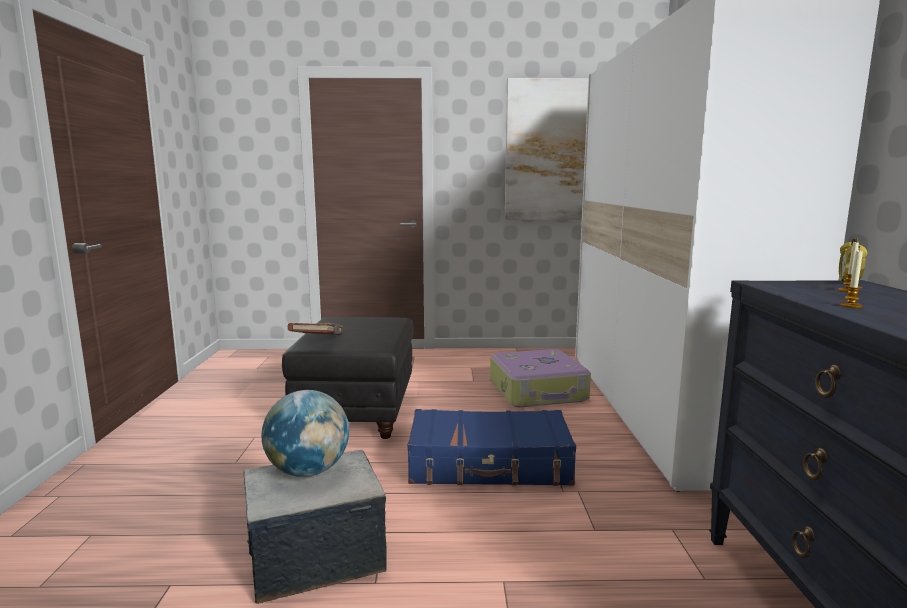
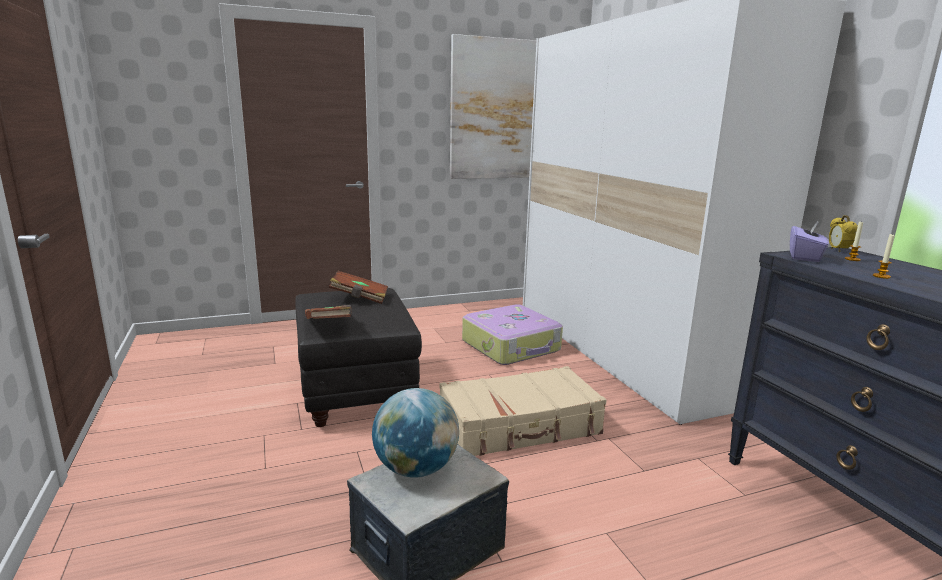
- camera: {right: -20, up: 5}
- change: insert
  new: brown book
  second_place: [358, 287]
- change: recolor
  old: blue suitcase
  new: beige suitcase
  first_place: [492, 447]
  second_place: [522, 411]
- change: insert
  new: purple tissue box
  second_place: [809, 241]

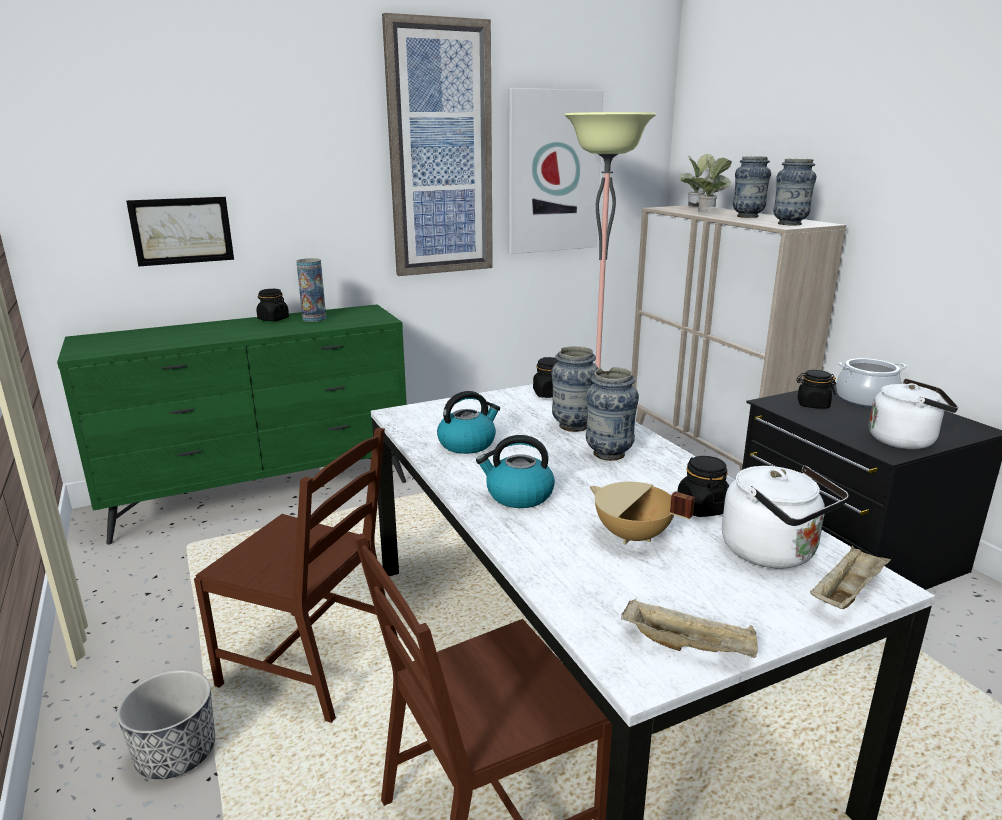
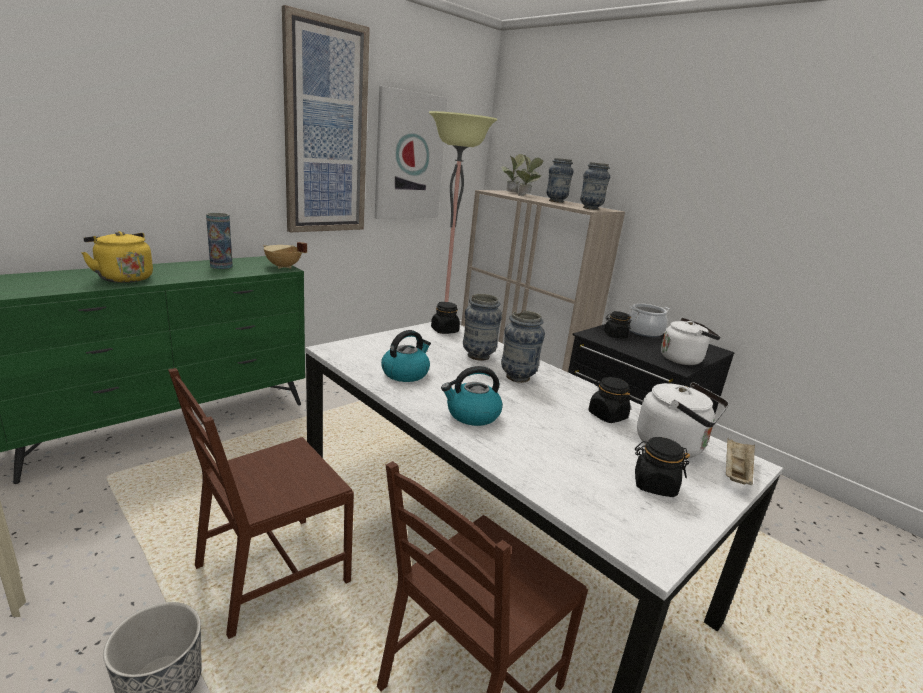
- camera: {right: -20, up: 0}
- change: insert
  new: yellow kettle
  second_place: [117, 257]
- change: rotate
  old: brown chair
  first_place: [290, 575]
  second_place: [261, 503]
  degrees: 135
- change: move
  old: beige cooking pot
  first_place: [642, 513]
  second_place: [285, 255]
- change: move
  old: black jar
  first_place: [272, 305]
  second_place: [662, 467]
- change: delete
  old: picture
  first_place: [180, 231]
- change: delete
  old: beige tray
  first_place: [689, 628]

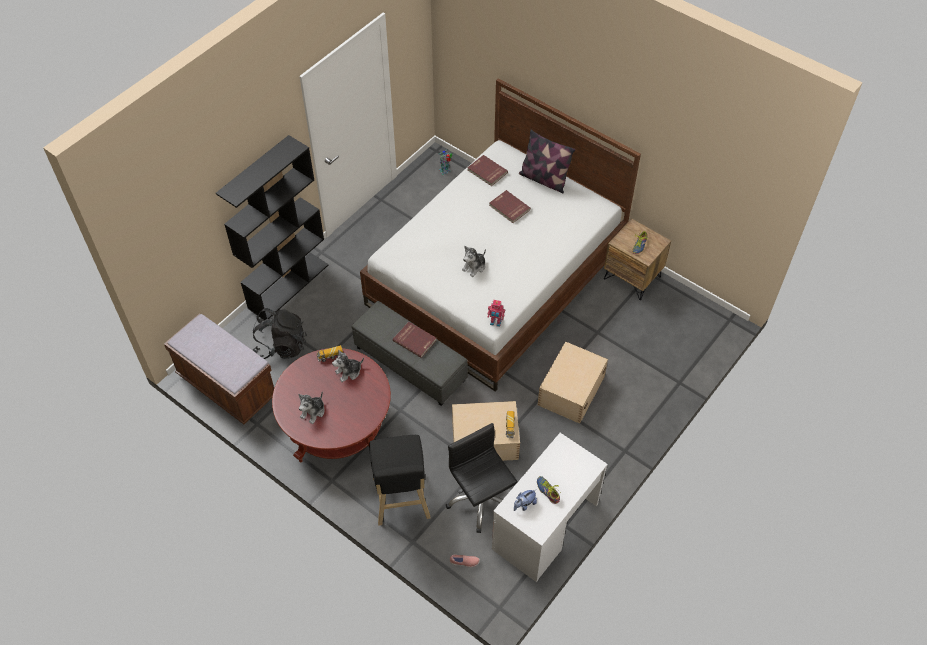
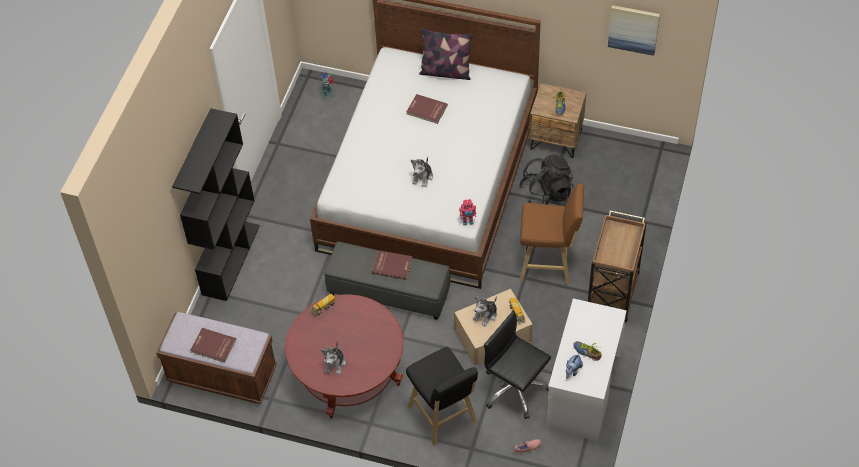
- camera: {right: -20, up: 0}
- change: move
  old: red book
  first_place: [487, 170]
  second_place: [213, 345]
- change: move
  old: plush toy
  first_place: [348, 365]
  second_place: [485, 311]
- change: move
  old: black backpack
  first_place: [280, 333]
  second_place: [546, 179]
- change: replace
  old: beige storage box
  new: brown stool
  first_place: [573, 382]
  second_place: [552, 234]
- change: insert
  new: brown cart
  second_place: [617, 266]
- change: insert
  new: picture
  second_place: [634, 30]

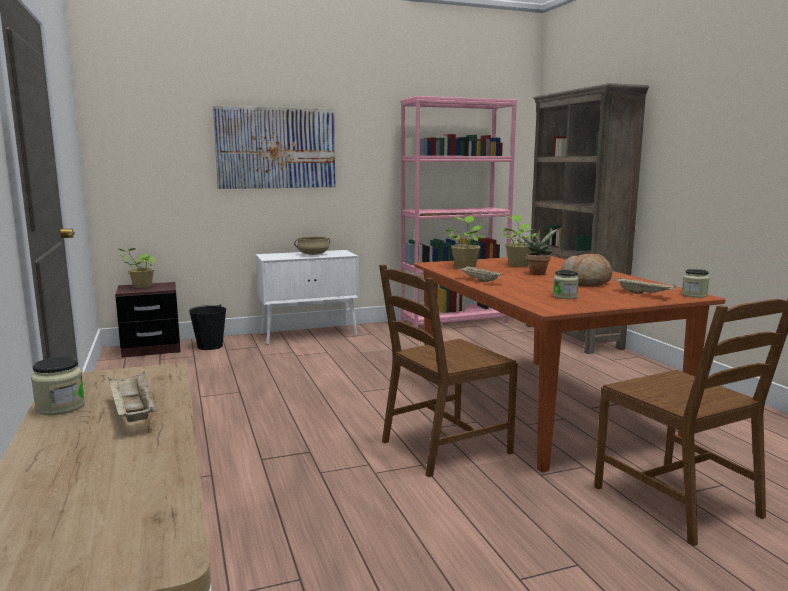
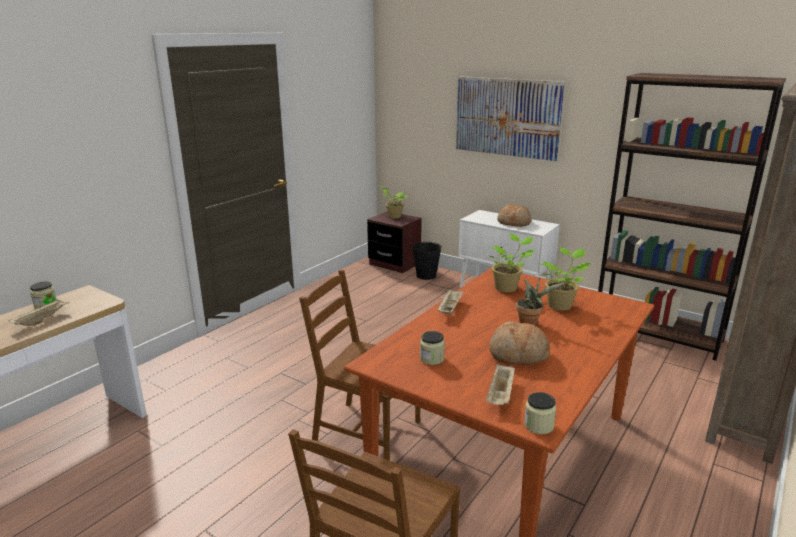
- camera: {right: 55, up: 10}
- change: replace
  old: beige cooking pot
  new: bread
  first_place: [312, 245]
  second_place: [514, 215]
- change: recolor
  old: pink bookcase
  new: brown bookcase
  first_place: [458, 212]
  second_place: [692, 217]

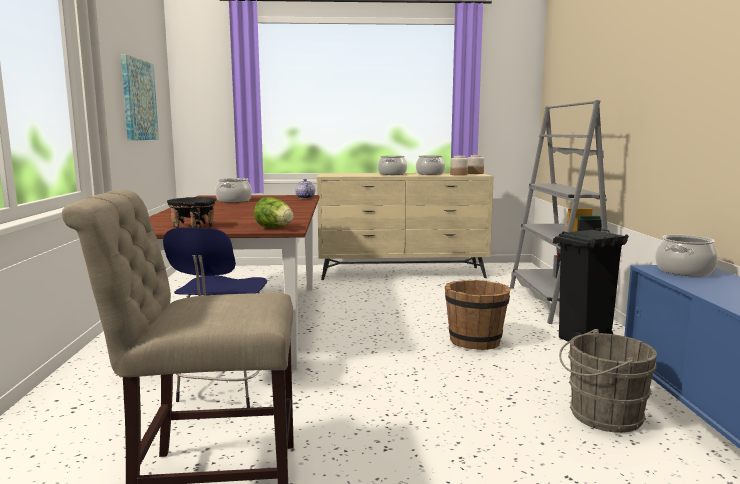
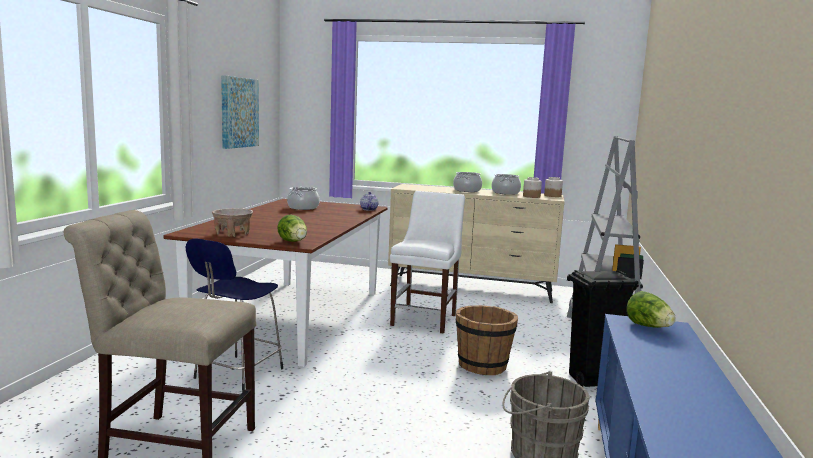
- camera: {right: 15, up: 0}
- change: recolor
  old: black bowl
  new: beige bowl
  first_place: [191, 212]
  second_place: [232, 222]
- change: insert
  new: white chair
  second_place: [427, 262]
- change: replace
  old: cooking pot
  new: lettuce
  first_place: [686, 255]
  second_place: [651, 309]

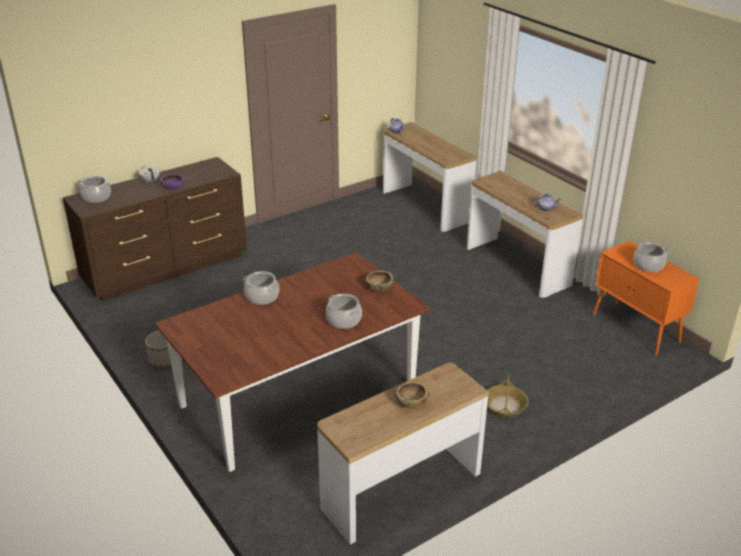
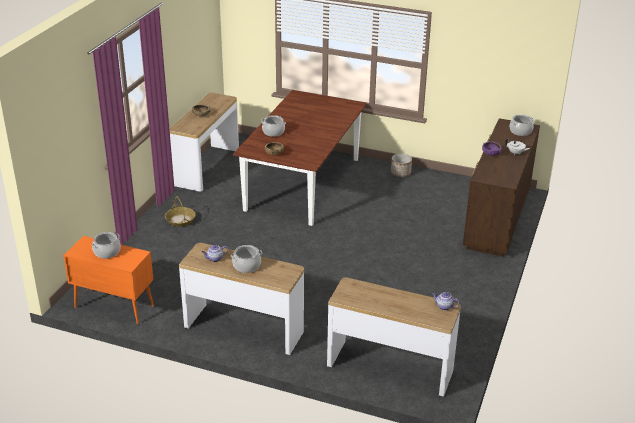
- camera: {right: 145, up: 0}
- change: move
  old: cooking pot
  first_place: [261, 288]
  second_place: [247, 259]

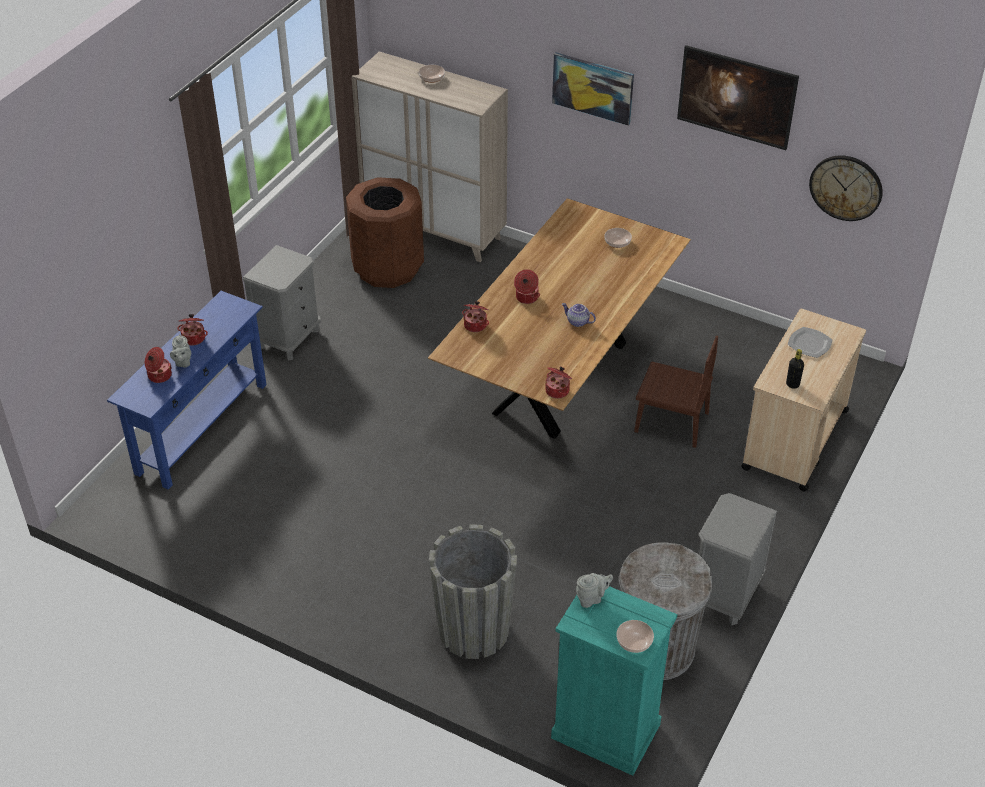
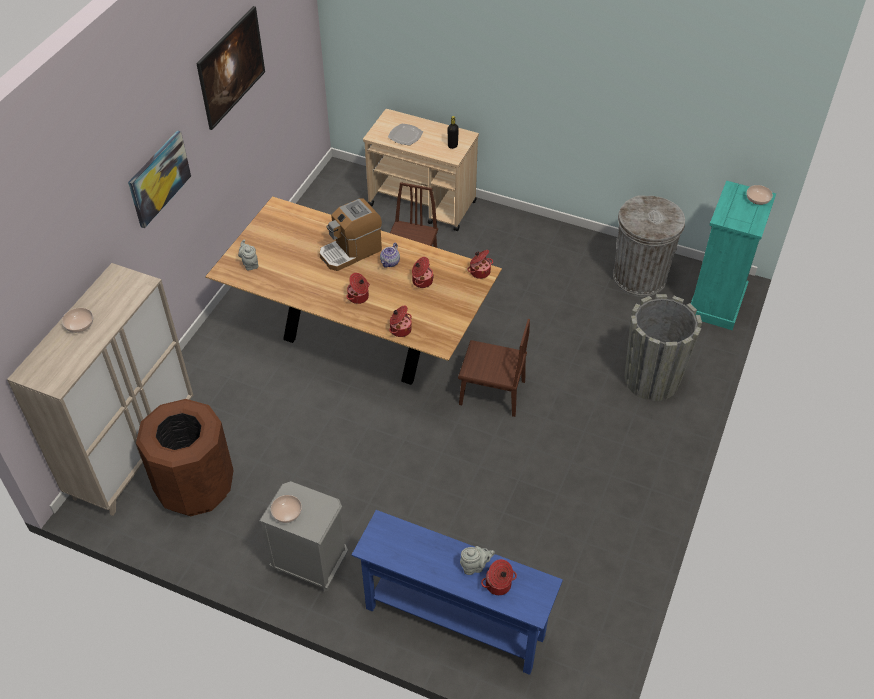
- camera: {right: -95, up: 5}
- change: move
  old: grey teapot
  first_place: [594, 590]
  second_place: [248, 255]
- change: move
  old: bowl
  first_place: [618, 238]
  second_place: [286, 509]
- change: insert
  new: coffee machine
  second_place: [350, 234]
- change: move
  old: cooking pot
  first_place: [192, 330]
  second_place: [423, 272]
- change: insert
  new: brown chair
  second_place: [494, 368]
- change: delete
  old: grey nightstand
  first_place: [738, 559]
- change: delete
  old: wall clock
  first_place: [846, 188]

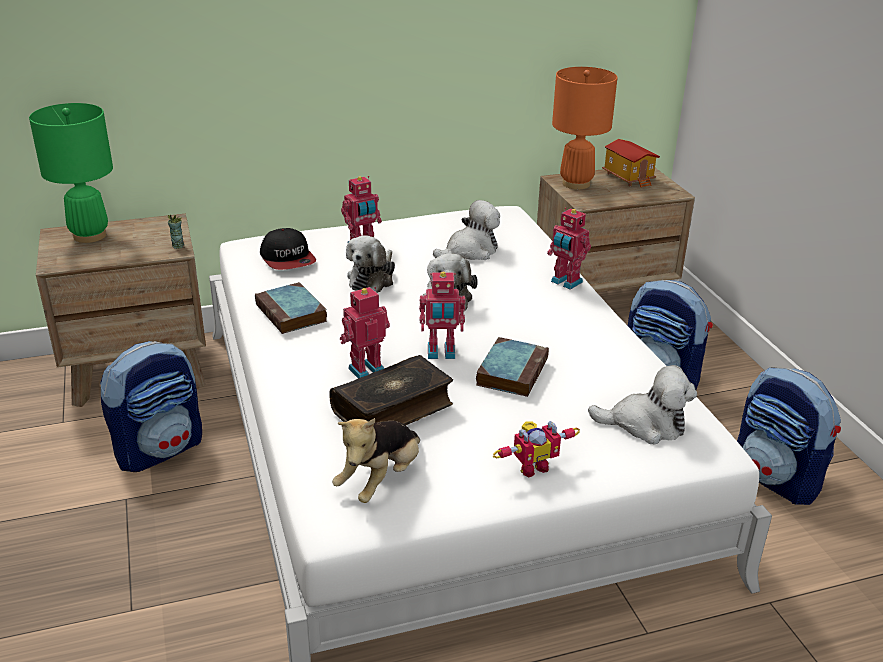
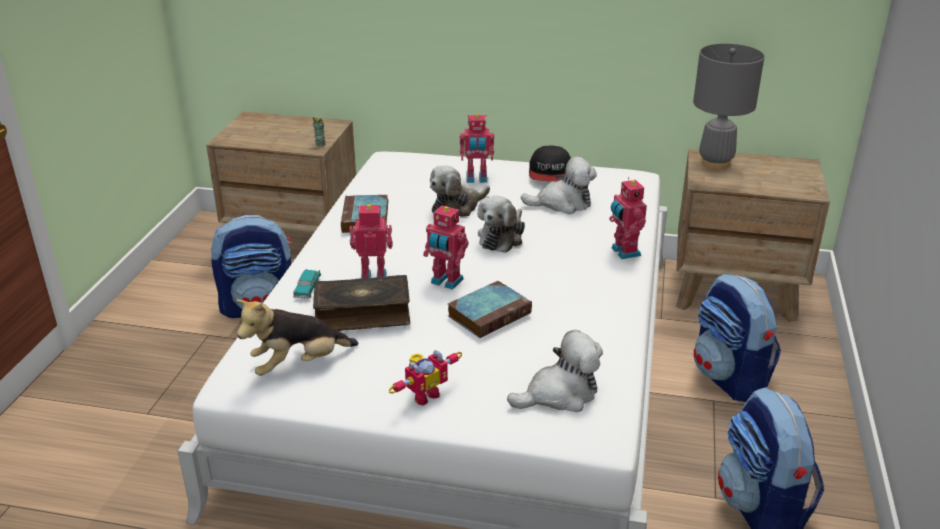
- camera: {right: 30, up: 0}
- change: insert
  new: toy car
  second_place: [307, 284]
- change: rotate
  old: toy robot
  first_place: [536, 449]
  second_place: [425, 378]
  degrees: -45
- change: rotate
  old: plush toy
  first_place: [642, 404]
  second_place: [555, 371]
  degrees: -60
- change: move
  old: cap
  first_place: [288, 249]
  second_place: [550, 163]
- change: recolor
  old: orange table lamp
  new: grey table lamp
  first_place: [585, 128]
  second_place: [729, 106]
- change: delete
  old: green table lamp
  first_place: [71, 173]
- change: delete
  old: toy house
  first_place: [631, 163]

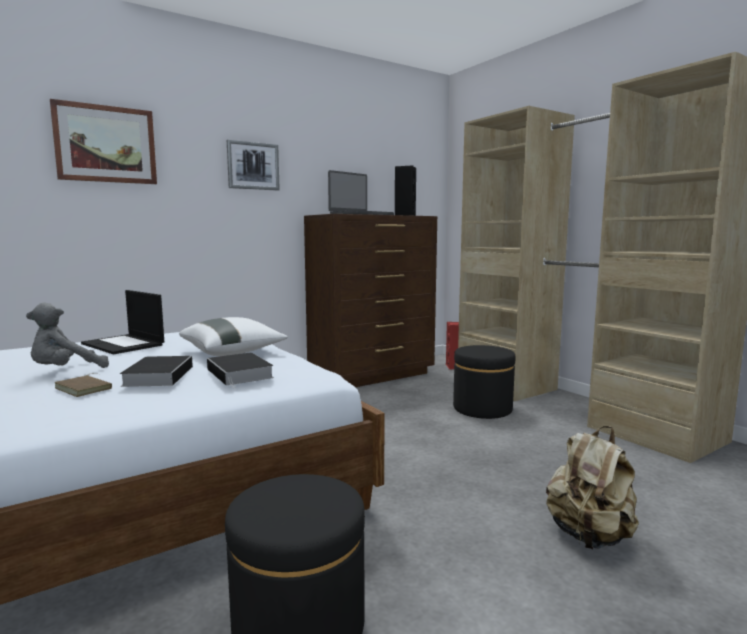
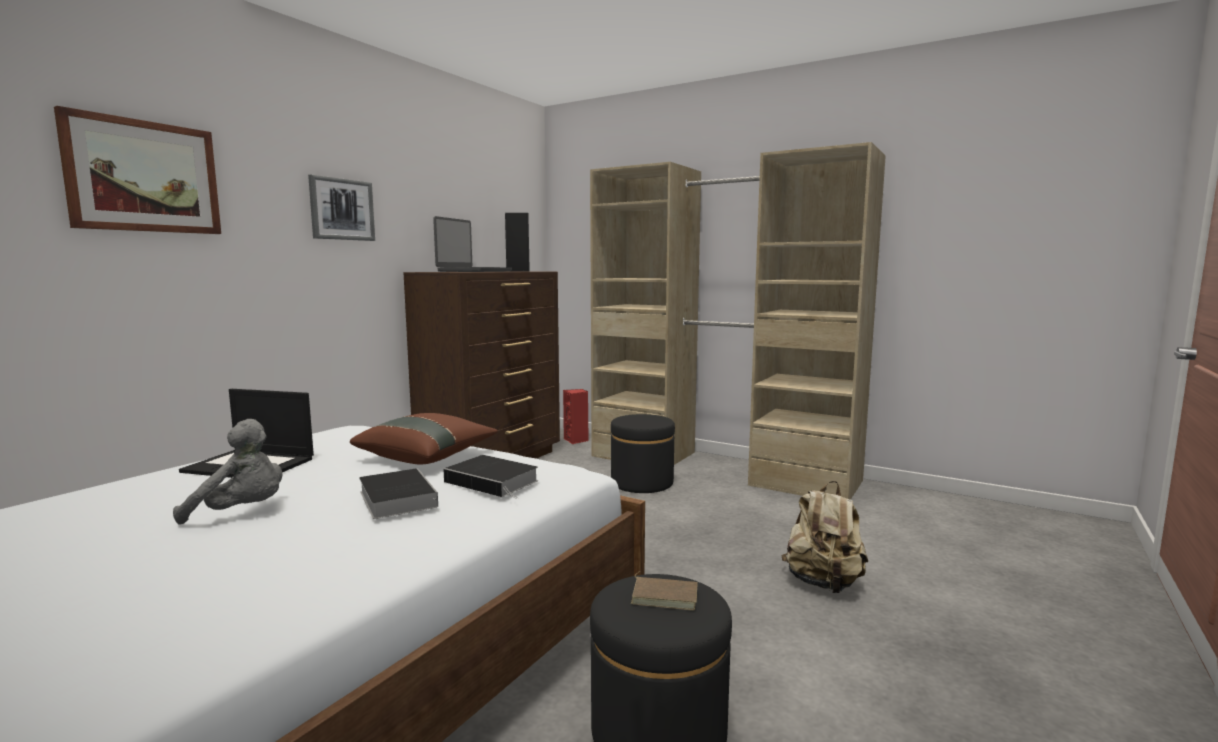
- camera: {right: -25, up: 0}
- change: rotate
  old: grey plush toy
  first_place: [67, 335]
  second_place: [228, 472]
  degrees: -105
- change: recolor
  old: white pillow
  new: brown pillow
  first_place: [233, 336]
  second_place: [424, 438]
- change: move
  old: brown book
  first_place: [83, 385]
  second_place: [664, 591]

